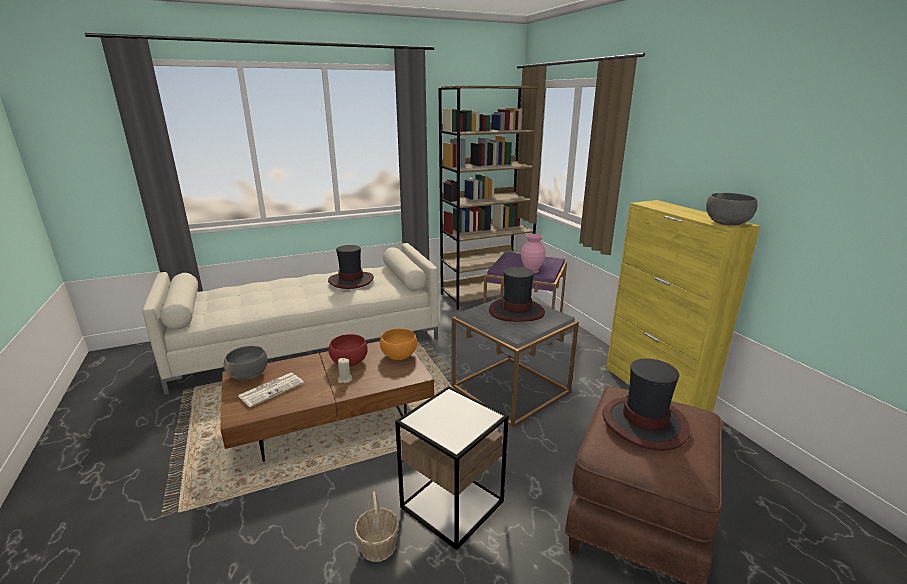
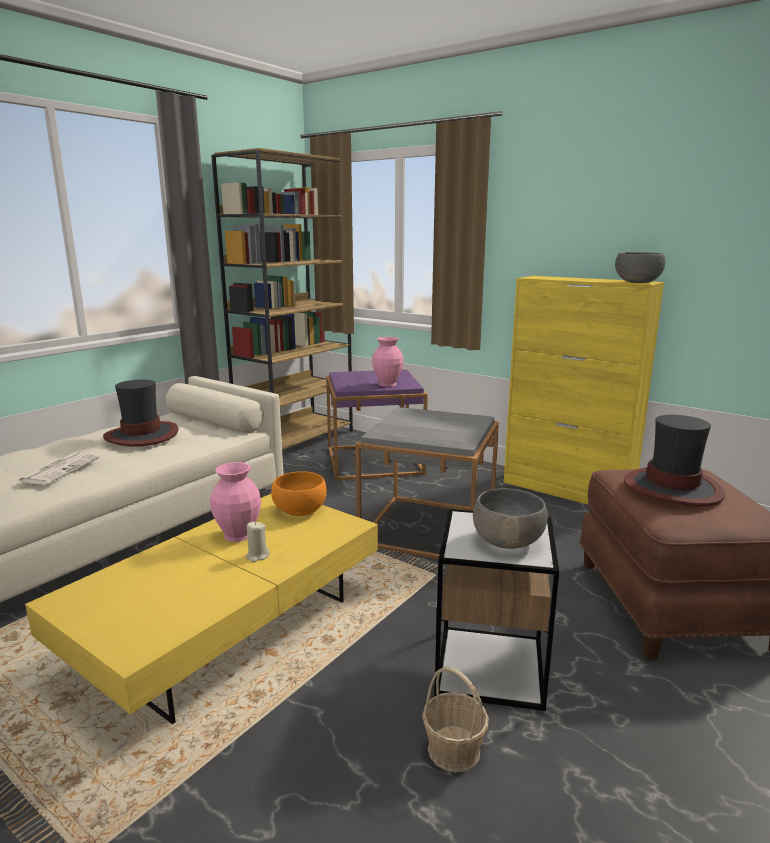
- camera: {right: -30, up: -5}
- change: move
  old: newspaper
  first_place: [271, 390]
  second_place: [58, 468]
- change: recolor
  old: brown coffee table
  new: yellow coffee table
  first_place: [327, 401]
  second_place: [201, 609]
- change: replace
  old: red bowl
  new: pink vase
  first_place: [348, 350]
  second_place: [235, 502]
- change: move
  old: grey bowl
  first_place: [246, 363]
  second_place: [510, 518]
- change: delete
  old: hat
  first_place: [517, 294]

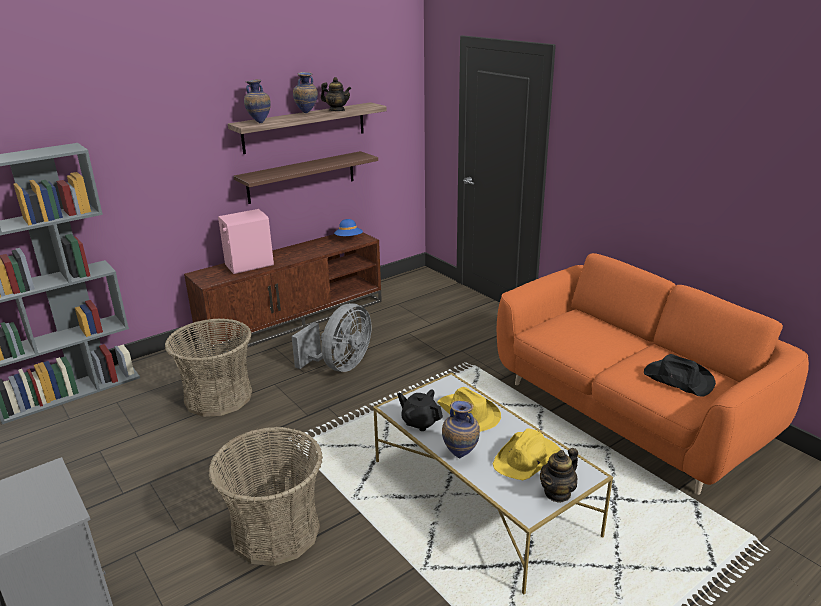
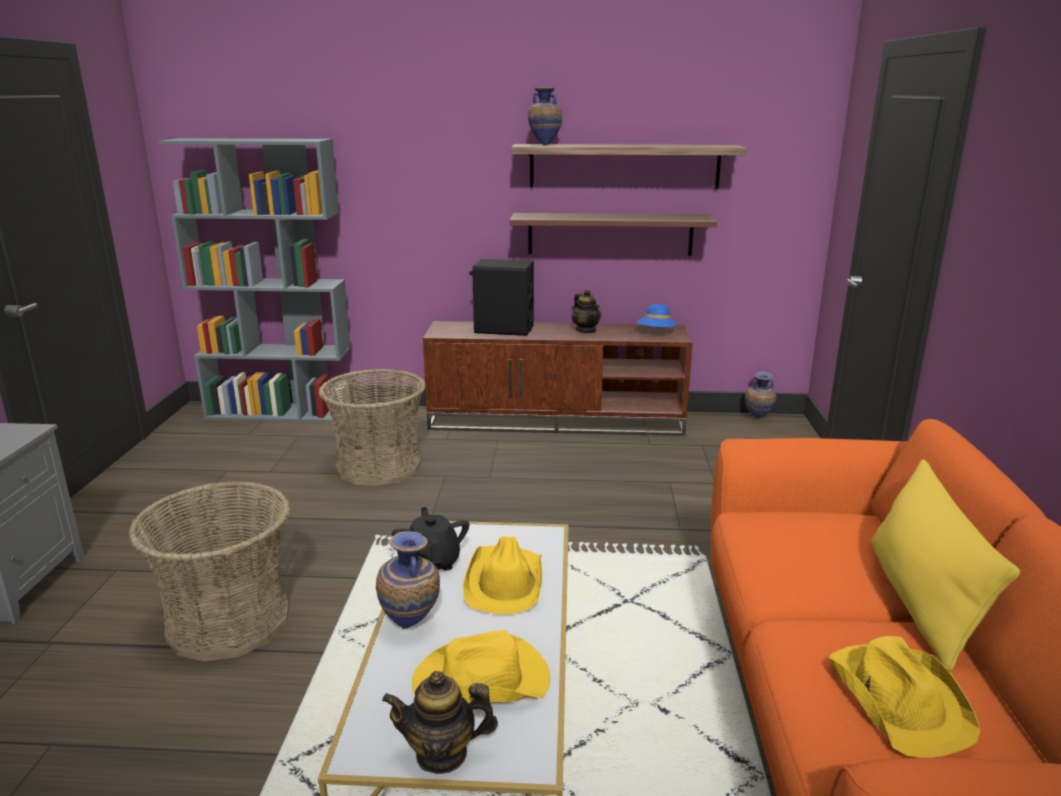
- camera: {right: 40, up: -5}
- change: recolor
  old: pink speaker
  new: black speaker
  first_place: [246, 241]
  second_place: [501, 297]
- change: move
  old: teapot
  first_place: [336, 94]
  second_place: [586, 311]
- change: move
  old: vase
  first_place: [305, 92]
  second_place: [760, 395]
- change: recolor
  old: black hat
  new: yellow hat
  first_place: [680, 375]
  second_place: [904, 697]
- change: insert
  new: yellow pillow
  second_place: [945, 565]
- change: delete
  old: grey fan
  first_place: [331, 337]

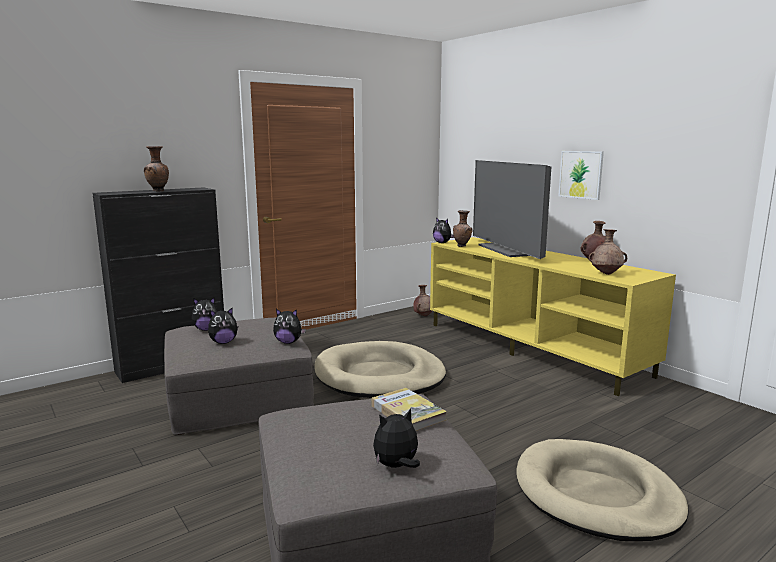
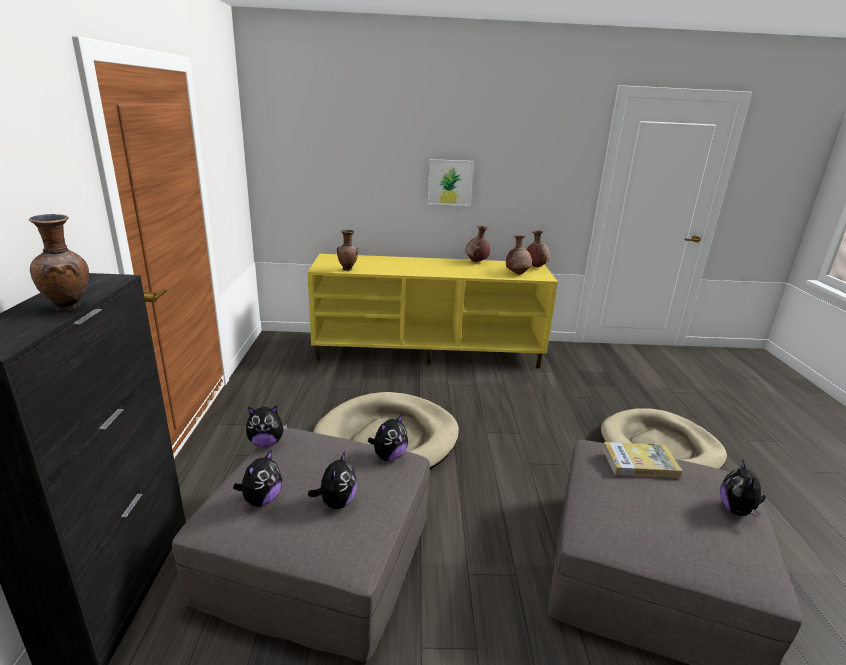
- camera: {right: -55, up: 10}
- change: move
  old: plush toy
  first_place: [443, 230]
  second_place: [266, 426]
- change: move
  old: brown vase
  first_place: [422, 300]
  second_place: [538, 248]
- change: delete
  old: television
  first_place: [512, 209]

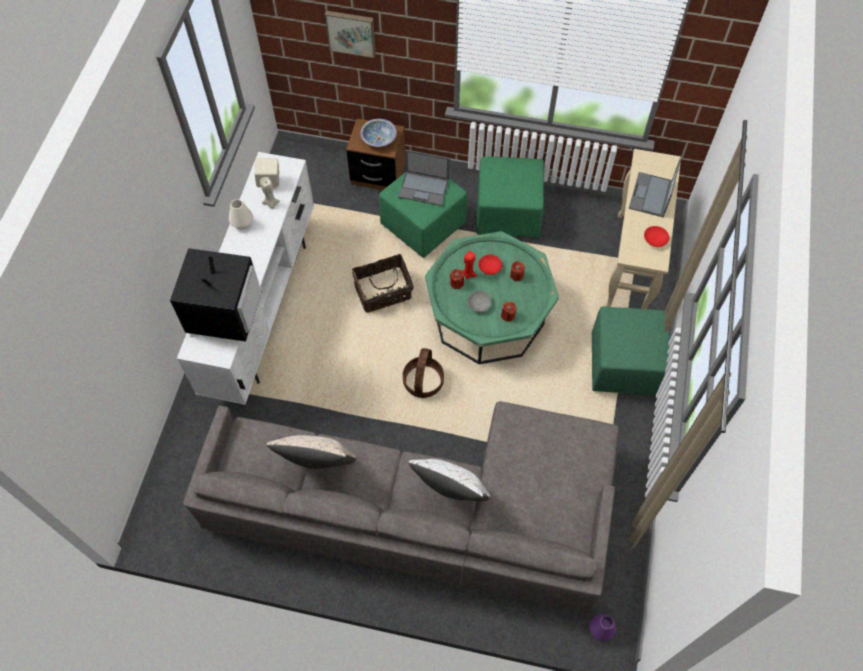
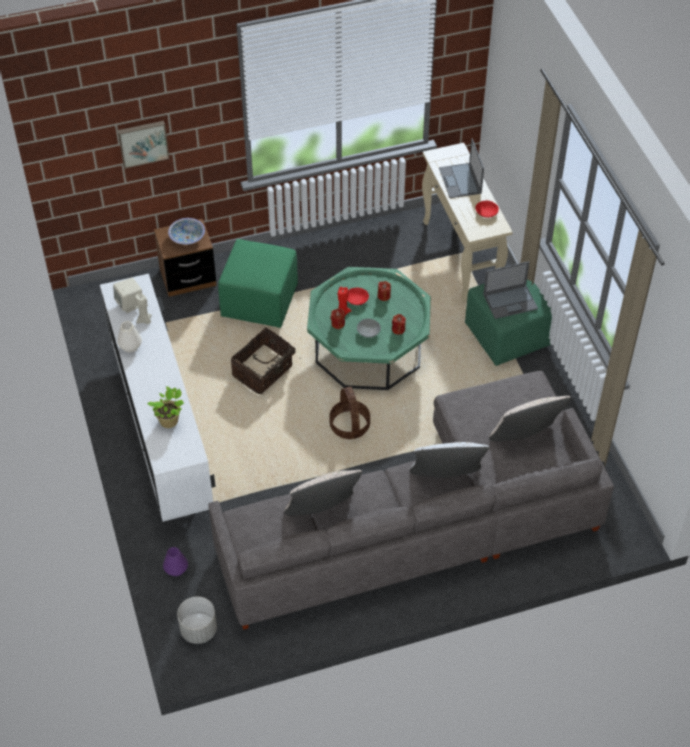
- camera: {right: -30, up: -10}
- change: replace
  old: television
  new: potted plant
  first_place: [216, 295]
  second_place: [165, 407]
- change: move
  old: purple vase
  first_place: [602, 627]
  second_place: [175, 561]
- change: insert
  new: grey planter
  second_place: [197, 620]
- change: move
  old: laptop
  first_place: [424, 178]
  second_place: [510, 290]
- change: insert
  new: beige pillow
  second_place: [530, 418]
- change: delete
  old: green ottoman
  first_place: [510, 197]

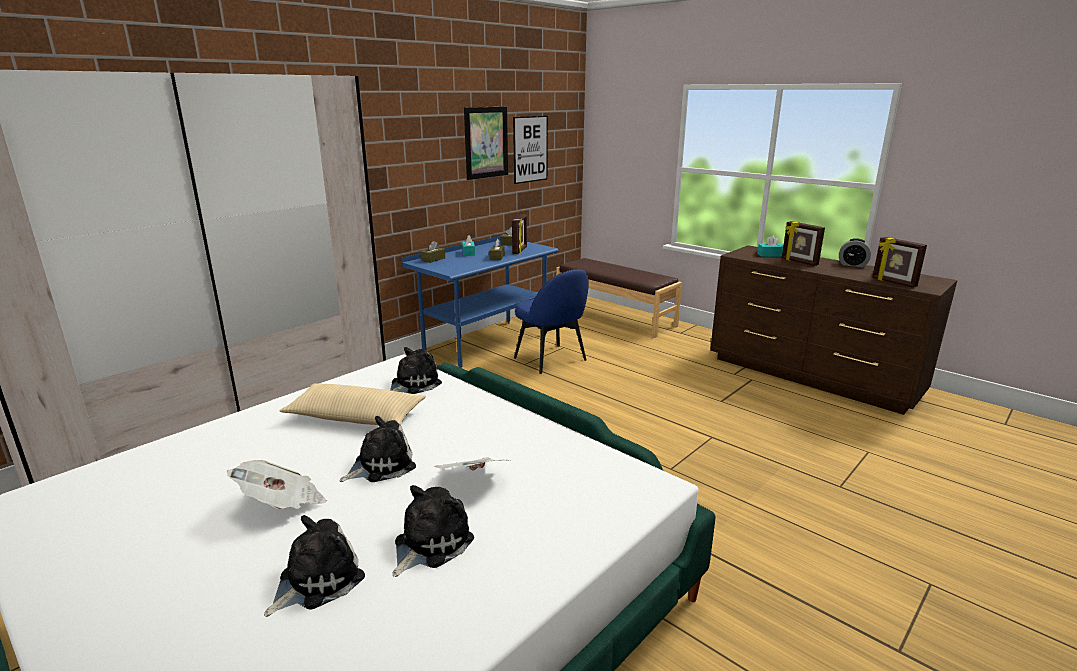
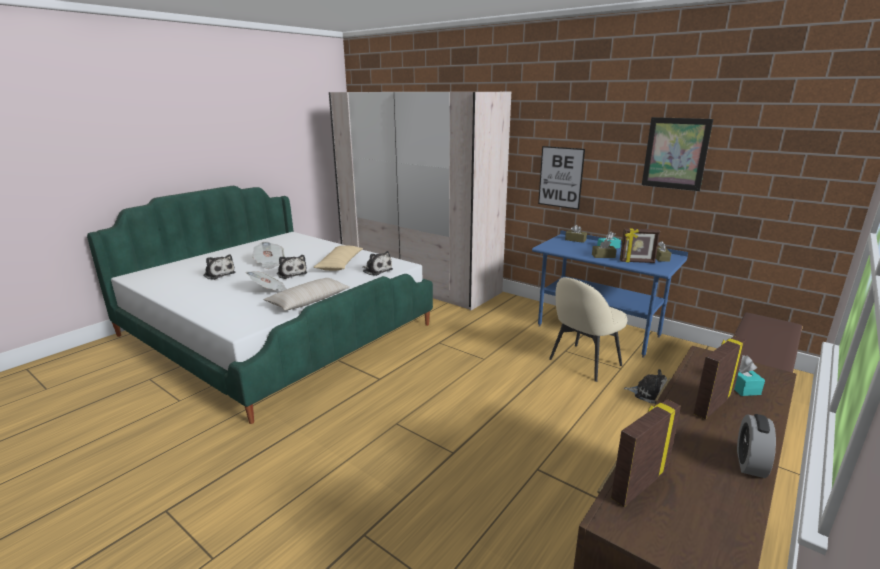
- camera: {right: 85, up: 0}
- change: insert
  new: beige pillow
  second_place: [307, 294]
- change: move
  old: picture
  first_place: [530, 150]
  second_place: [561, 178]
- change: recolor
  old: blue chair
  new: beige chair
  first_place: [551, 321]
  second_place: [588, 329]
- change: move
  old: plush toy
  first_place: [433, 531]
  second_place: [645, 386]

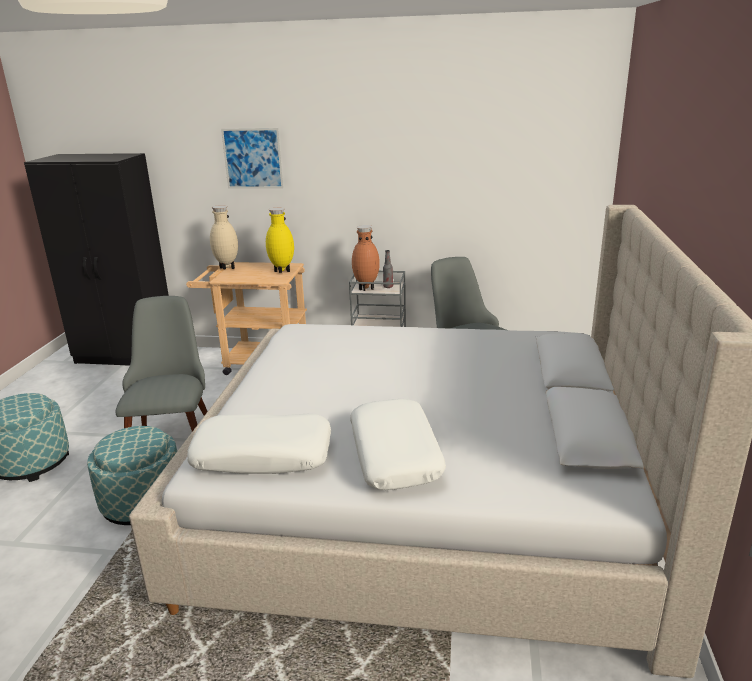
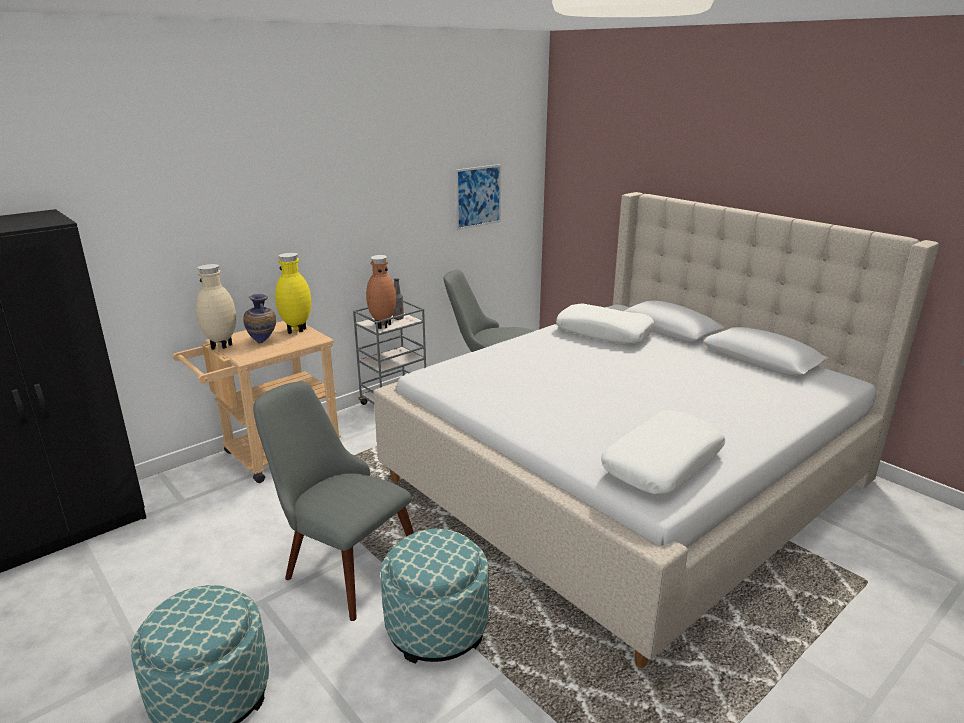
- camera: {right: -50, up: 0}
- change: insert
  new: vase
  second_place: [259, 319]
- change: move
  old: picture
  first_place: [252, 158]
  second_place: [478, 197]
- change: move
  old: white pillow
  first_place: [398, 444]
  second_place: [605, 323]

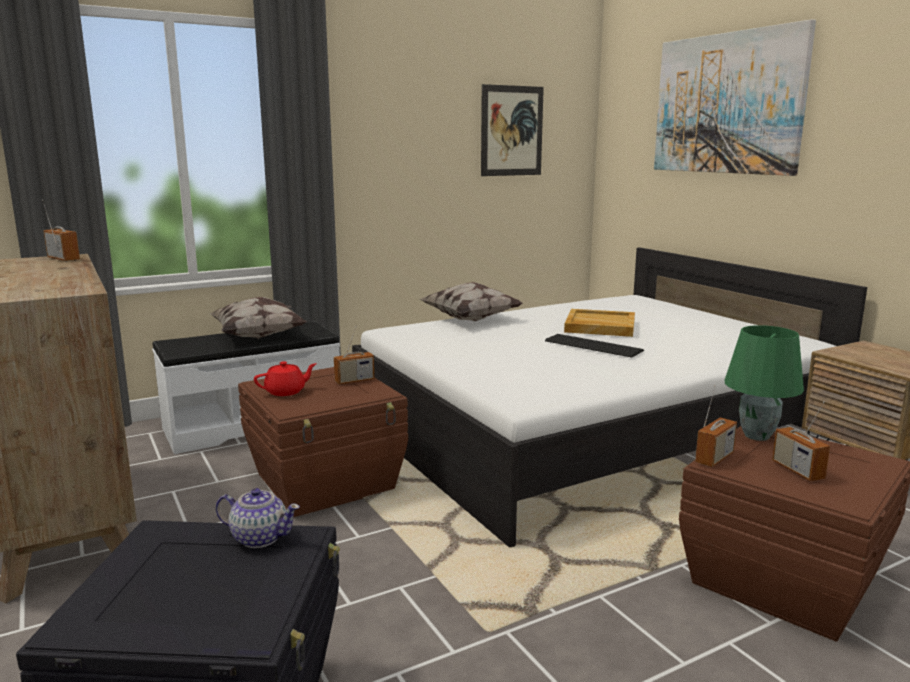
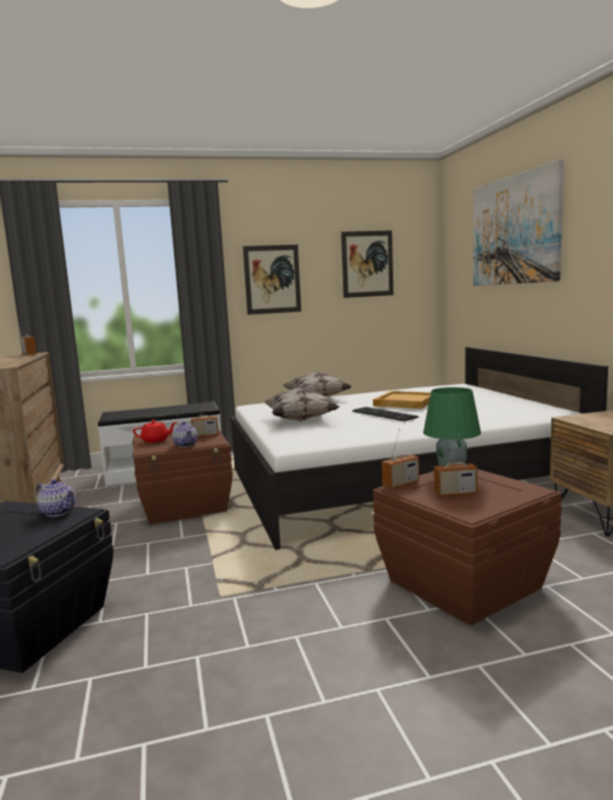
- camera: {right: 15, up: -5}
- change: insert
  new: teapot
  second_place: [185, 434]
- change: insert
  new: picture
  second_place: [272, 280]
- change: move
  old: pillow
  first_place: [258, 318]
  second_place: [301, 405]
- change: rotate
  old: radio
  first_place: [801, 441]
  second_place: [455, 465]
  degrees: -90

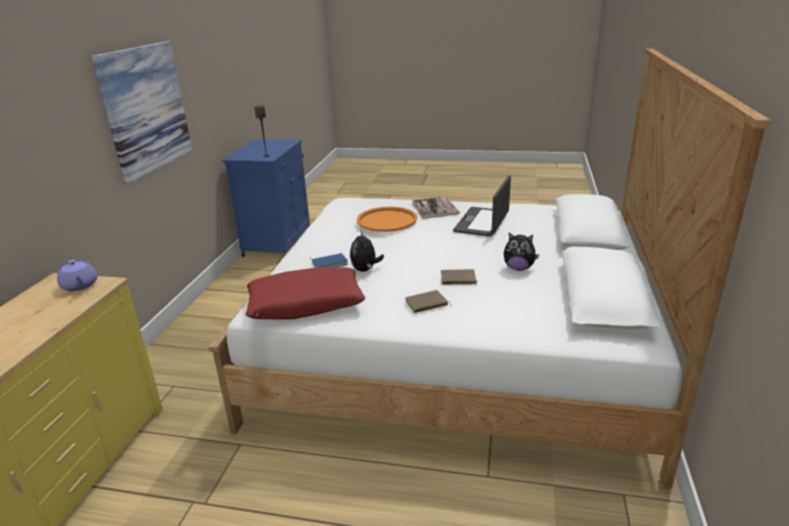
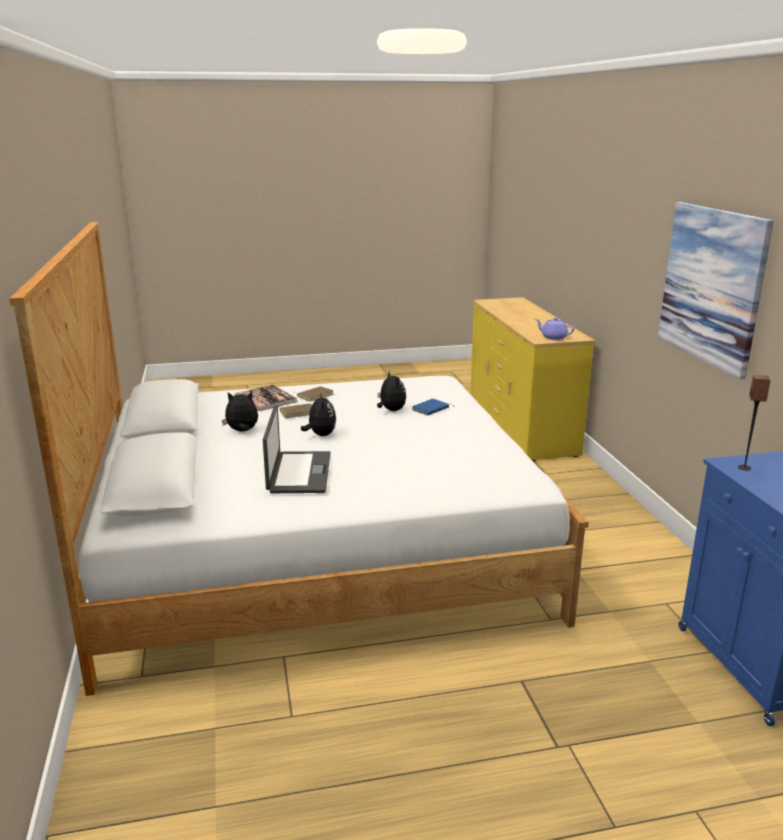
- camera: {right: 155, up: -5}
- change: move
  old: book
  first_place: [436, 208]
  second_place: [265, 398]
- change: insert
  new: plush toy
  second_place: [318, 414]
- change: delete
  old: red pillow
  first_place: [305, 293]
- change: delete
  old: orange tray
  first_place: [387, 219]

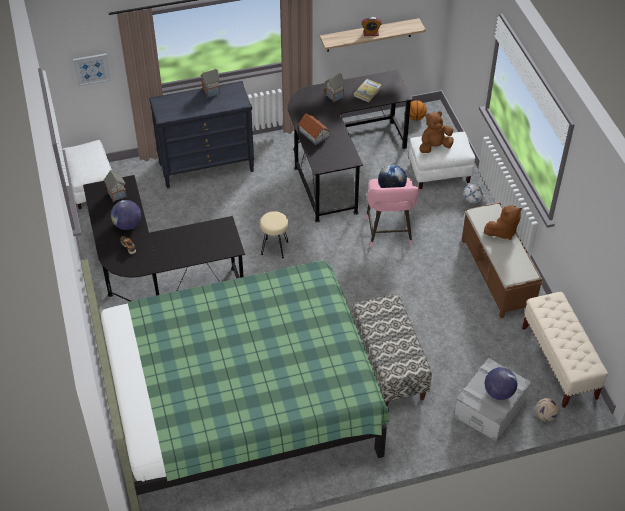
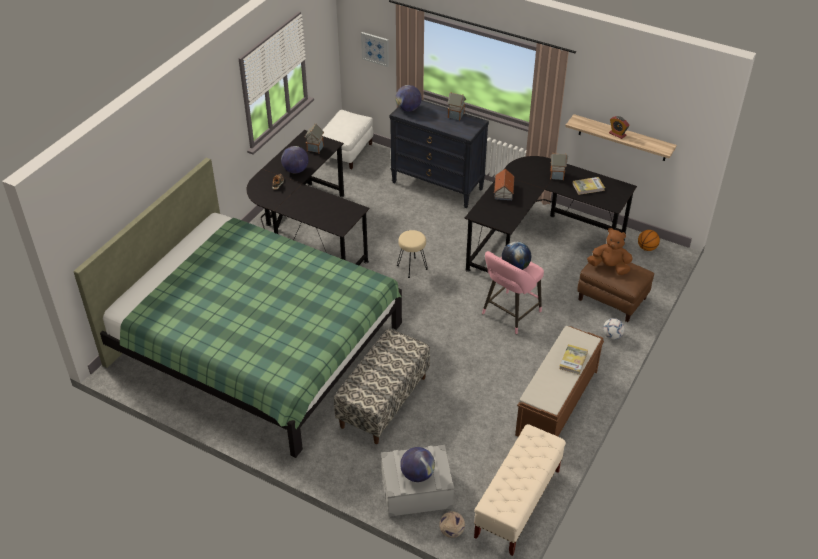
- camera: {right: 45, up: -5}
- change: insert
  new: globe
  second_place: [408, 98]
- change: replace
  old: brown plush toy
  new: book
  first_place: [503, 222]
  second_place: [573, 359]
- change: recolor
  old: white ottoman
  new: brown ottoman
  first_place: [442, 160]
  second_place: [615, 291]

